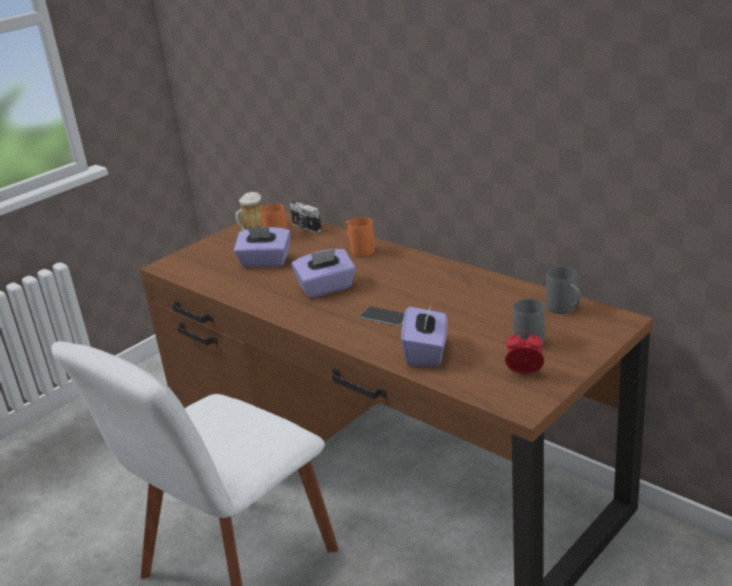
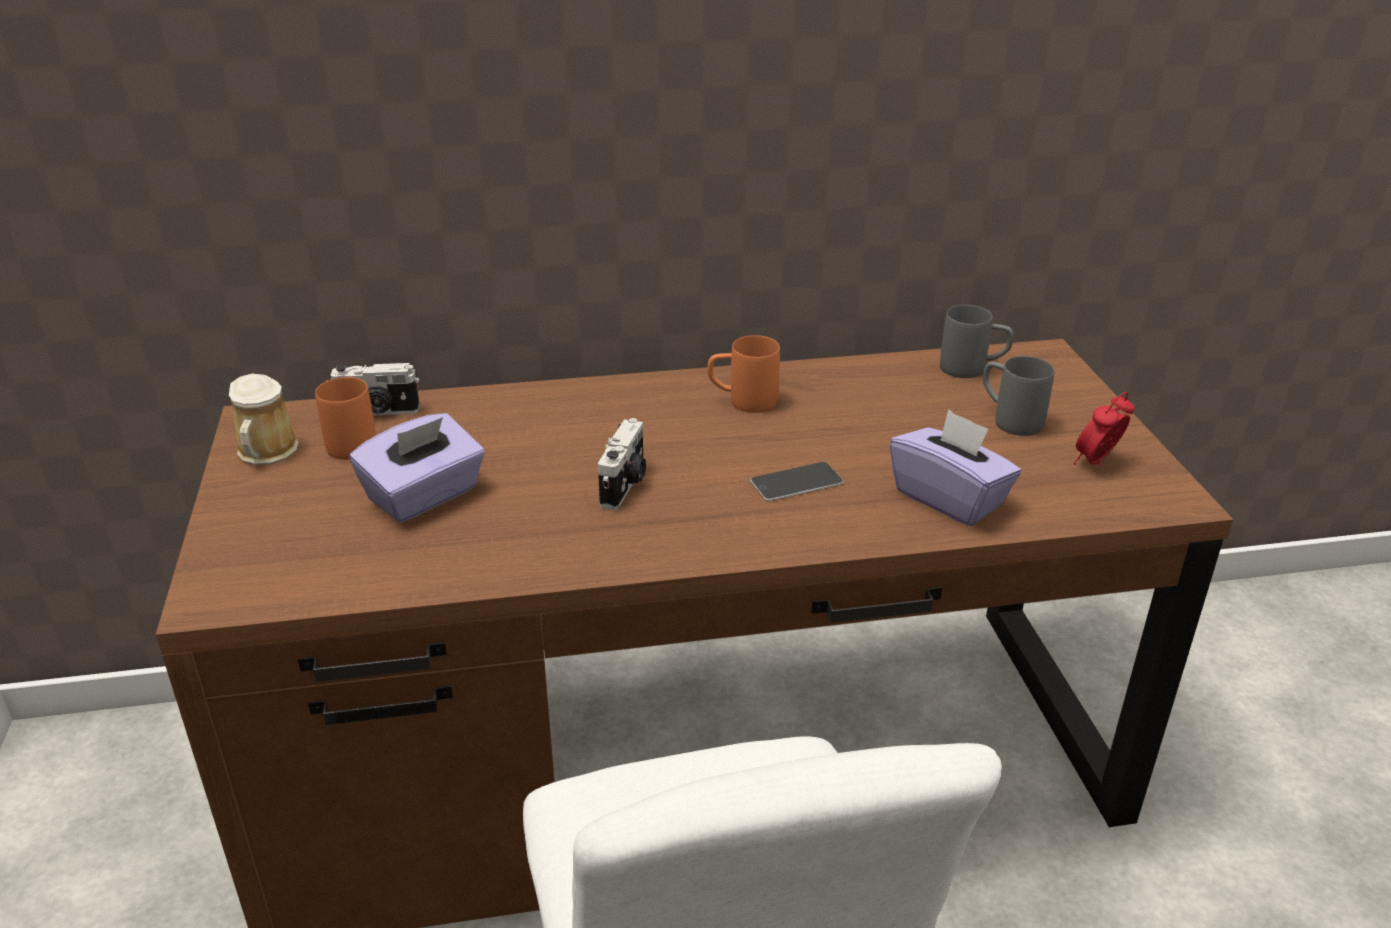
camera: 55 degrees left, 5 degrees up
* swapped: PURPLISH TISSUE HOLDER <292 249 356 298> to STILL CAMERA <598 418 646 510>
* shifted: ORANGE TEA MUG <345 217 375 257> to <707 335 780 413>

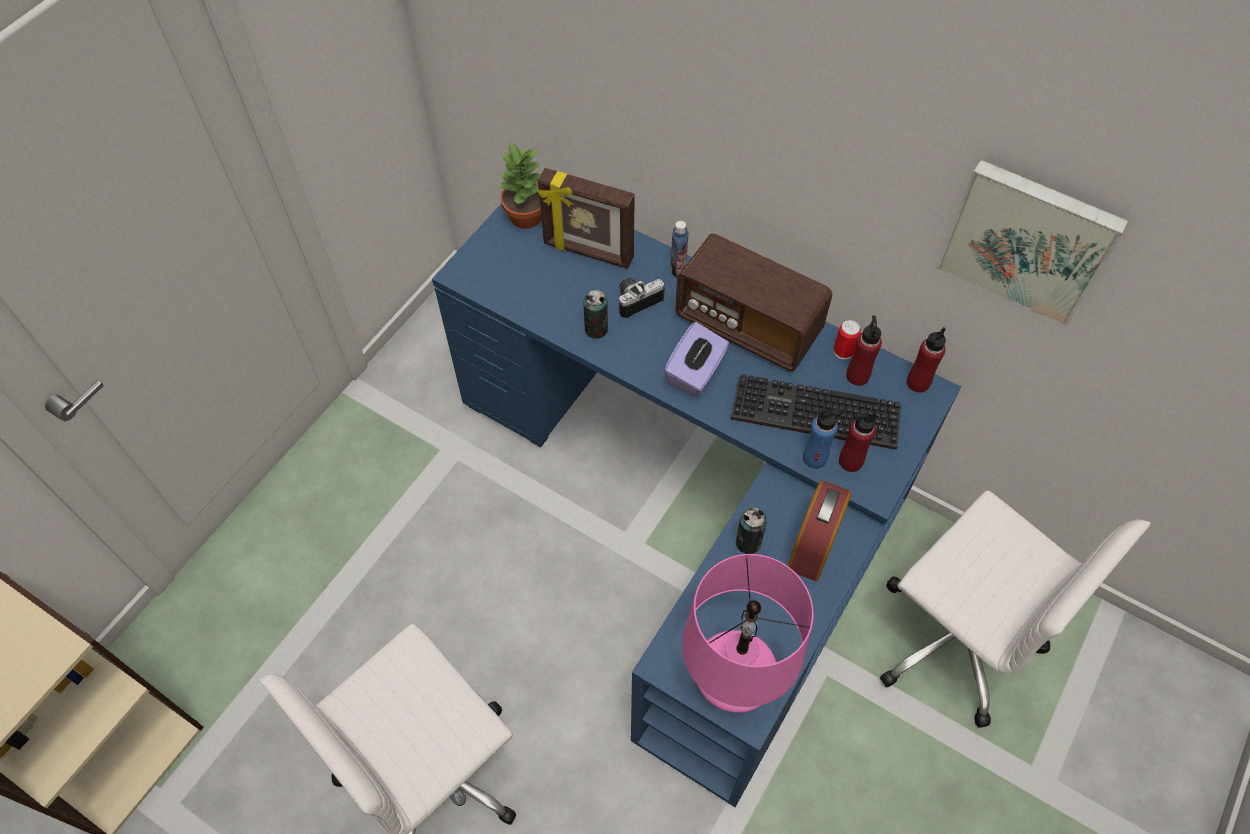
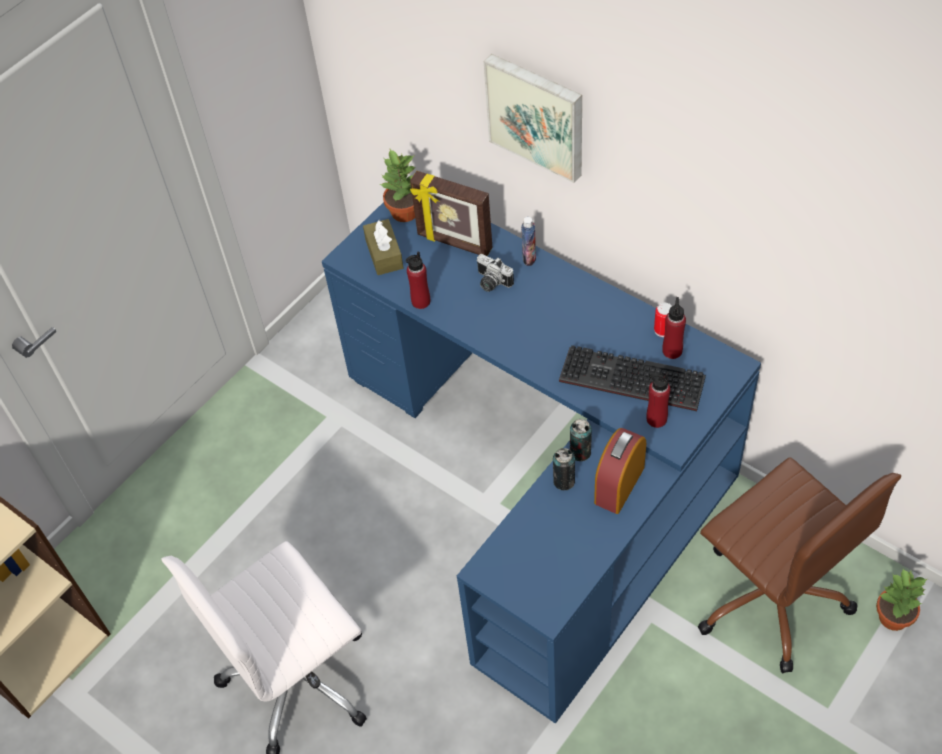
camera: 10 degrees right, 5 degrees down
* new: BROWN-COLOURED TISSUE HOLDER <363 219 404 275>
* shifted: REDDISH BOTTLE <907 327 946 393> to <406 251 430 309>
* rotated: STILL CAMERA <619 278 665 318> = <476 254 514 292> 120 degrees counterclockwise
* shifted: WALL PICTURE <936 160 1128 327> to <484 54 582 183>
* shifted: CAN <583 290 608 339> to <570 419 592 461>
* repainted: WHITE OFFICE CHAIR <880 491 1151 728> to BROWN-COLOURED OFFICE CHAIR <698 457 901 673>
* new: HOUSEPLANT <876 569 927 631>
* gone: PURPLISH TISSUE HOLDER <664 322 729 397>
* gone: RADIO SET <675 234 832 371>
* gone: PINK-COLOURED LAMP FOR A TABLE <682 554 814 713>
* gone: BLUE BOTTLE <803 409 843 469>

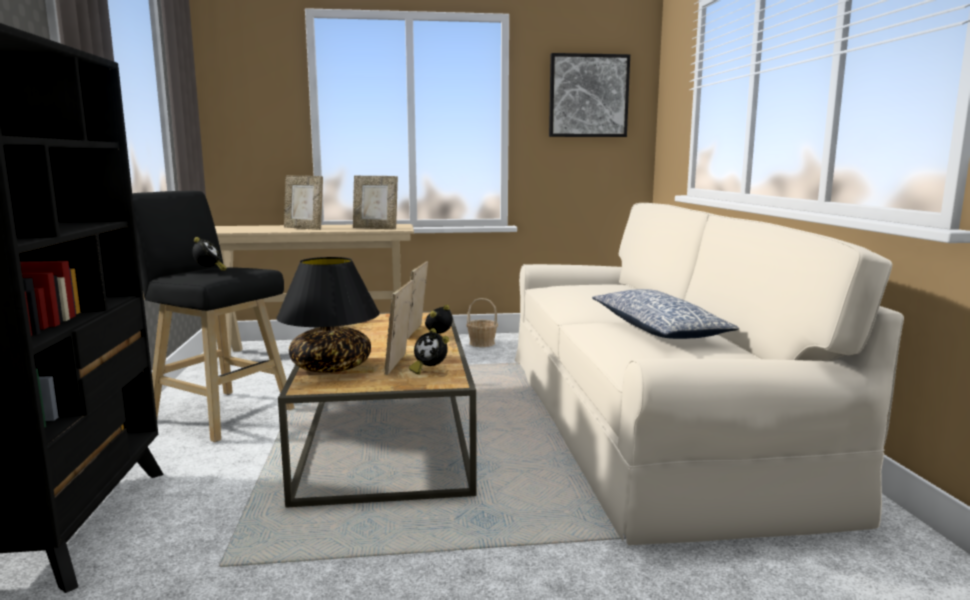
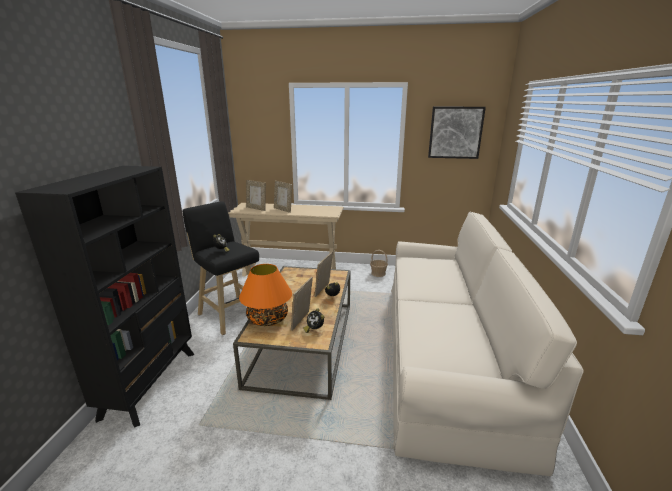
camera: 15 degrees right, 10 degrees up
* repainted: BLACK LAMP FOR A TABLE <276 257 380 373> to ORANGE LAMP FOR A TABLE <239 264 292 326>
* shifted: PICTURE FRAME <353 176 398 230> to <246 180 266 211>
* gone: CUSHION <592 289 739 339>

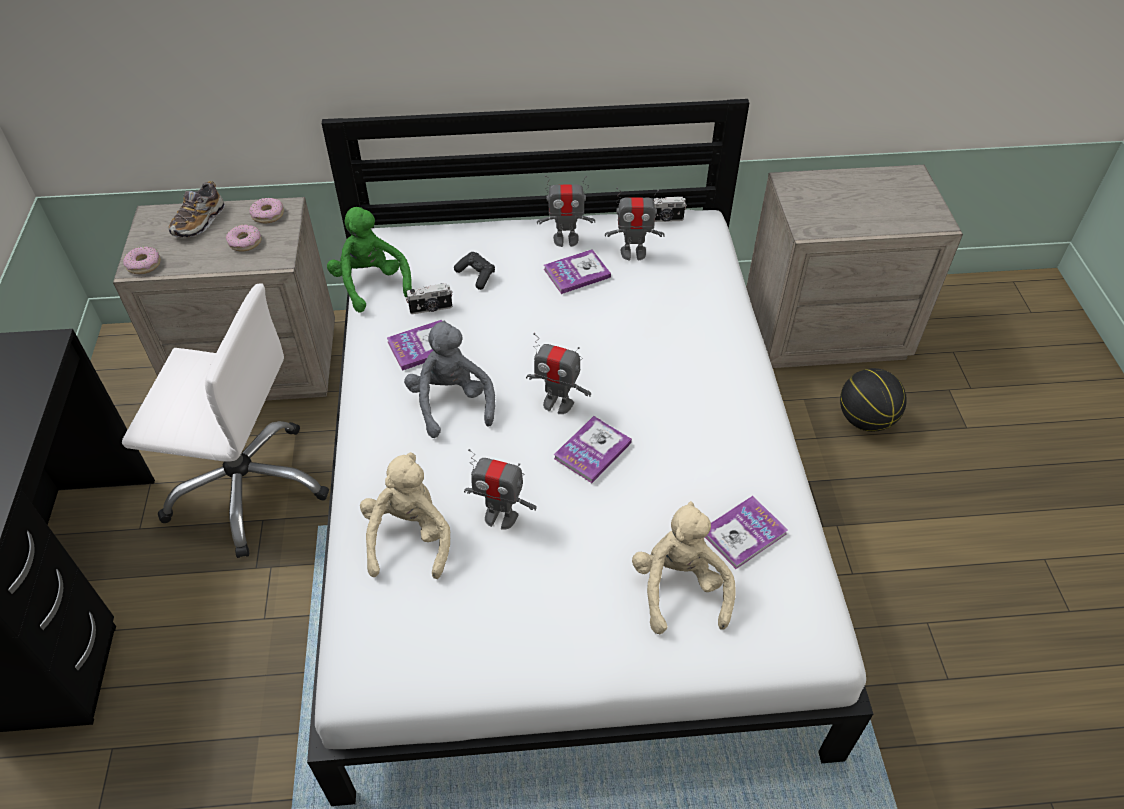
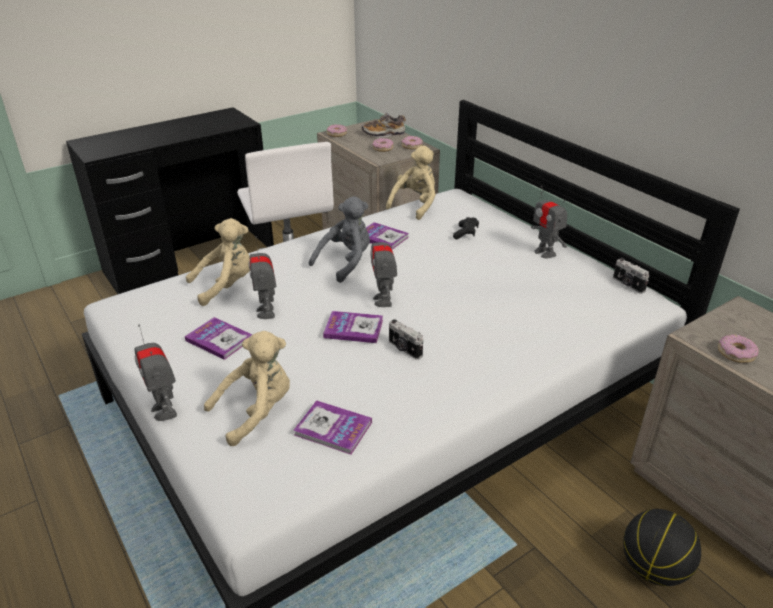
camera: 60 degrees right, 15 degrees down
* shifted: MODEL ROBOT <605 188 665 260> to <134 325 177 421>
* shifted: BOOK <544 249 611 294> to <185 317 253 360>
* repainted: GREEN-COLOURED SOFT TOY <327 207 412 313> to BEIGE SOFT TOY <386 146 436 220>
* shifted: STILL CAMERA <406 283 453 314> to <389 319 423 360>
* new: DONUT <718 334 759 363>

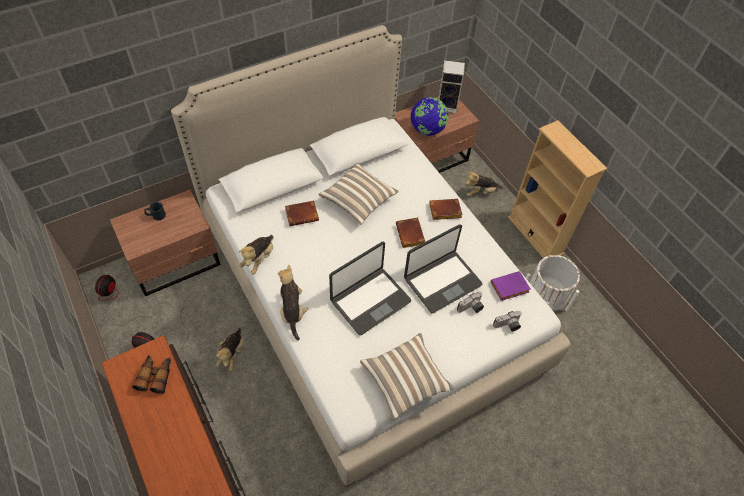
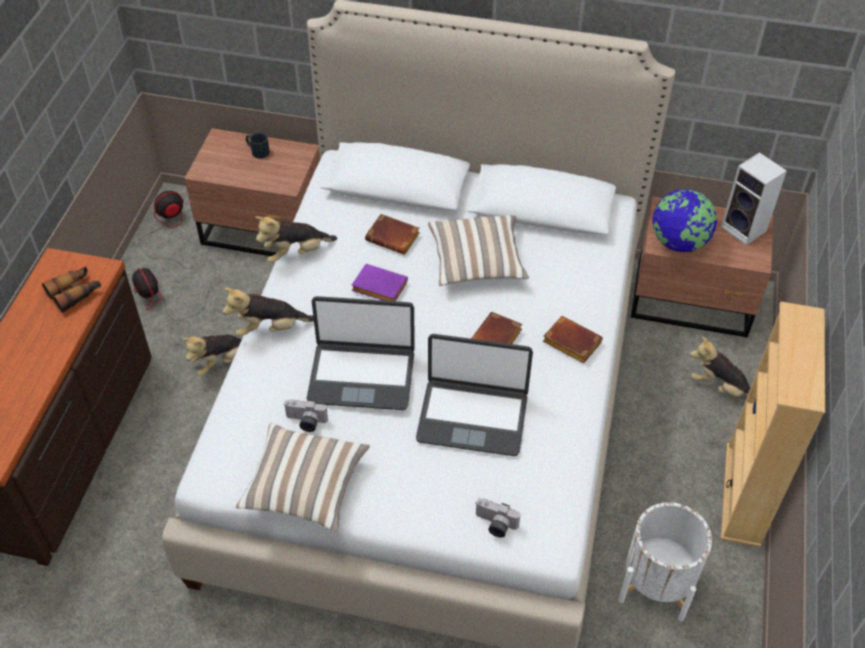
camera: 45 degrees right, 5 degrees down
* rotated: SOFT TOY <278 265 308 341> = <223 288 314 336> 135 degrees counterclockwise
* shifted: STILL CAMERA <457 292 484 313> to <284 400 328 432>
* shifted: PURPLISH BOOK <491 271 531 301> to <352 264 408 301>

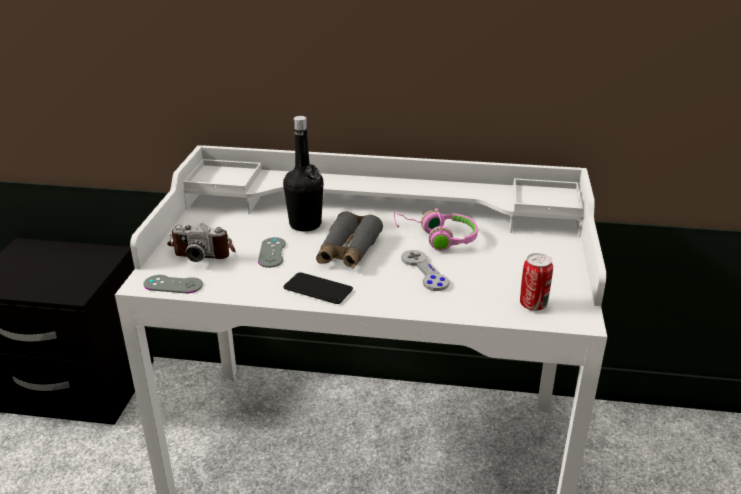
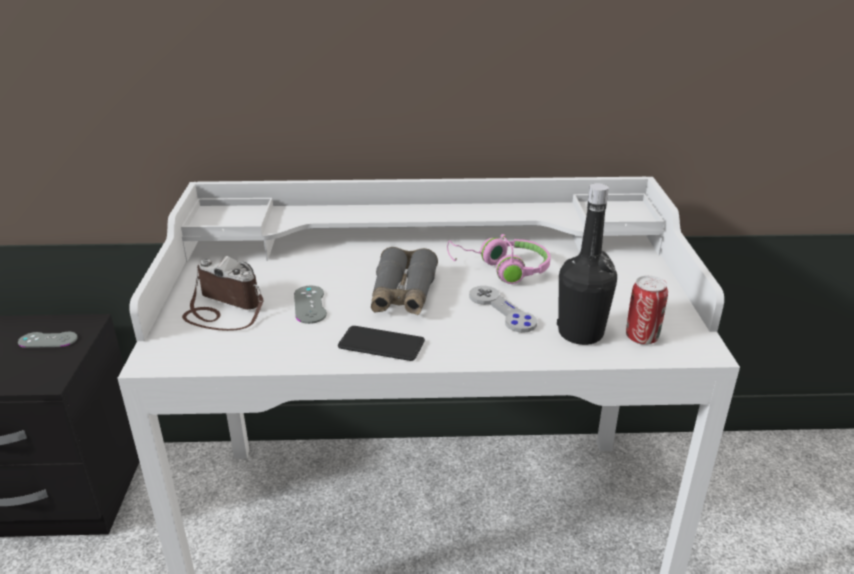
camera: 10 degrees left, 0 degrees up
* shifted: GREY JOYPAD <144 275 203 293> to <18 332 77 348>
* rotated: STILL CAMERA <167 223 236 262> = <182 256 263 331> 150 degrees counterclockwise
* shifted: BLACK BOTTLE <283 116 324 231> to <557 183 617 345>

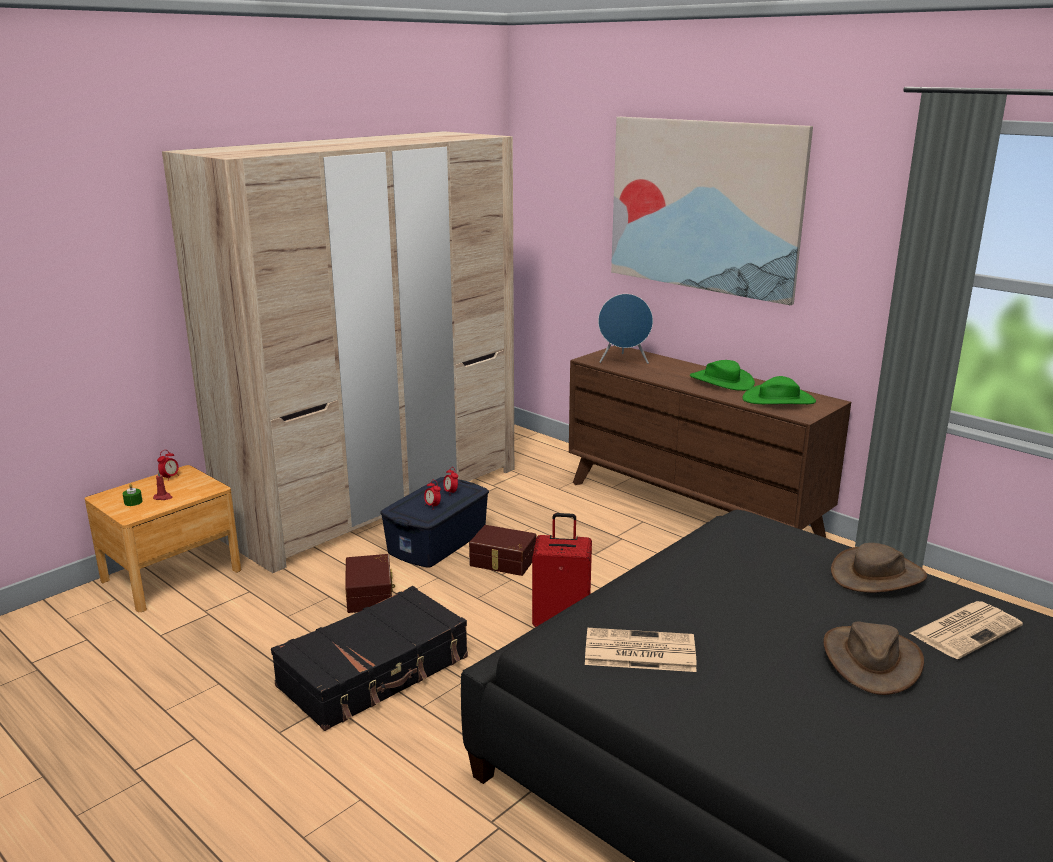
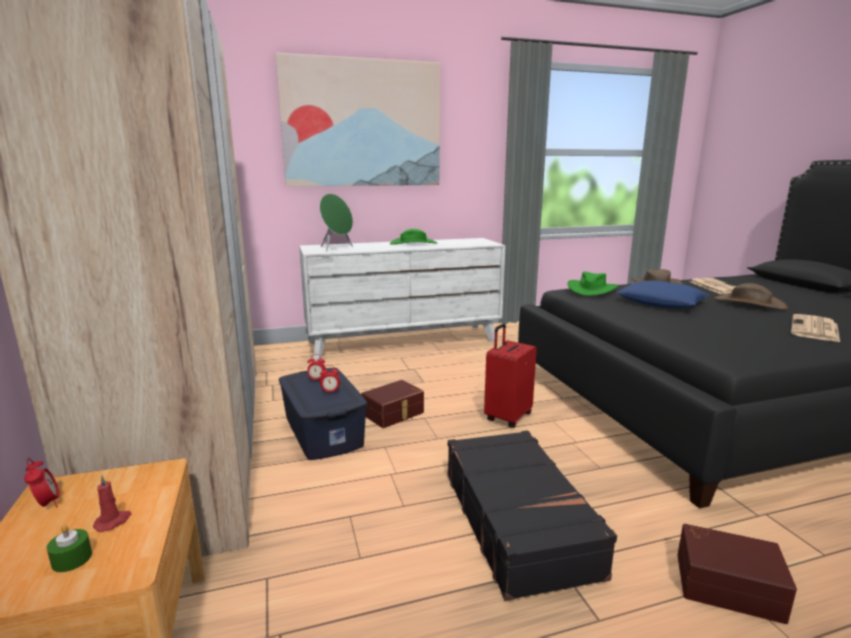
camera: 60 degrees left, 5 degrees down
* repainted: BROWN-COLOURED DRAWER CHEST <569 346 851 538> to WHITE DRAWER CHEST <299 238 506 361>
* repainted: BLUE SPEAKER <598 294 653 364> to GREEN-COLOURED SPEAKER <320 194 353 252>
* shifted: GREEN-COLOURED CLOTHING HAT <742 376 816 404> to <567 272 618 296>
* new: BLUE CUSHION <617 280 709 308>
* shifted: BROWN-COLOURED STORAGE BIN <345 554 395 613> to <677 524 797 624>
* shifted: DAILY PAPER <585 628 697 672> to <791 314 840 342>

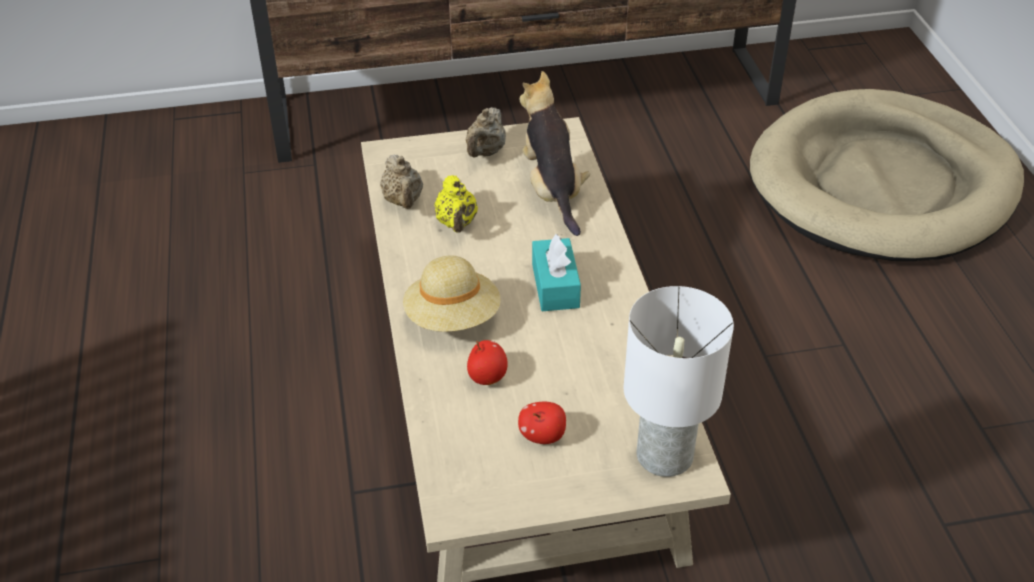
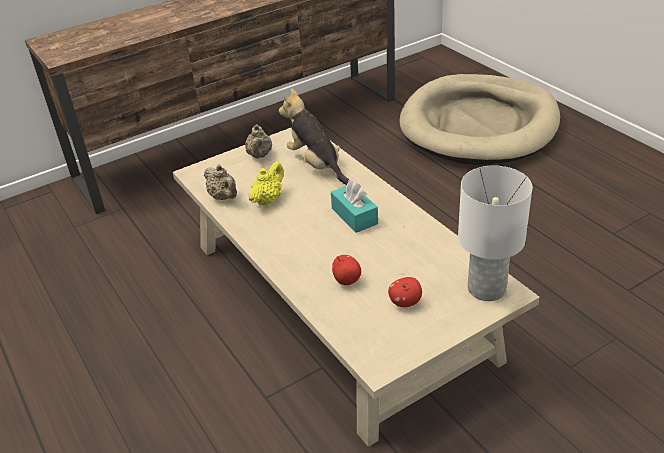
camera: 20 degrees left, 5 degrees down
* rotated: YELLOW POT FOR TEA <434 175 478 233> = <249 162 284 206> 120 degrees counterclockwise
* gone: BEIGE CLOTHING HAT <403 255 501 332>

